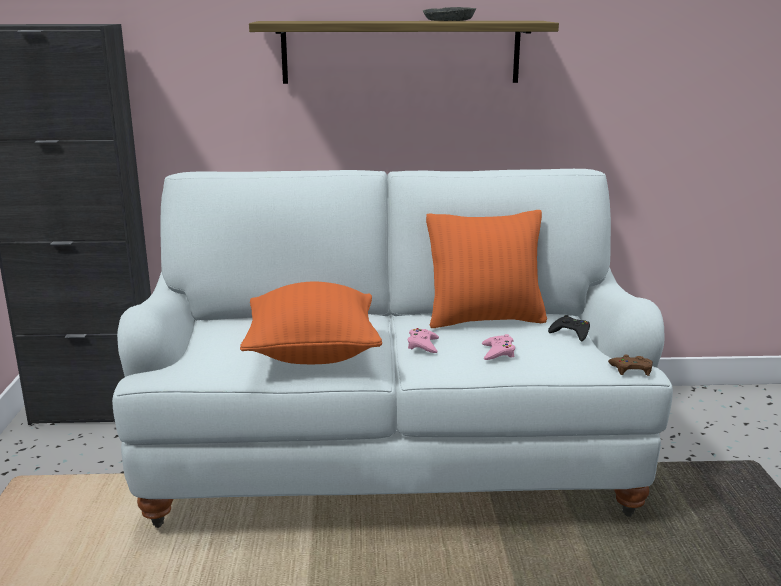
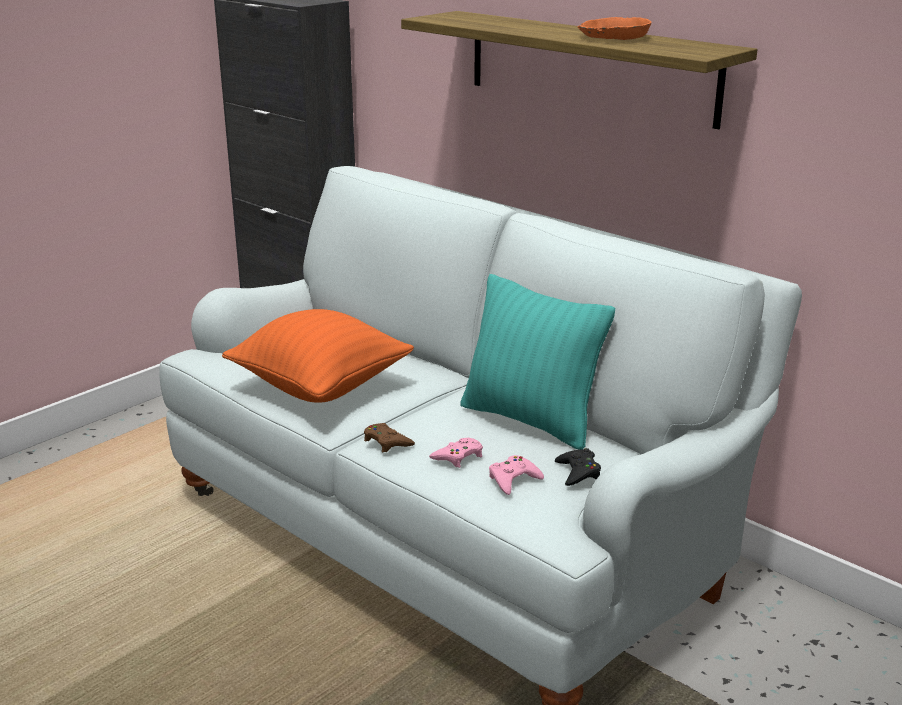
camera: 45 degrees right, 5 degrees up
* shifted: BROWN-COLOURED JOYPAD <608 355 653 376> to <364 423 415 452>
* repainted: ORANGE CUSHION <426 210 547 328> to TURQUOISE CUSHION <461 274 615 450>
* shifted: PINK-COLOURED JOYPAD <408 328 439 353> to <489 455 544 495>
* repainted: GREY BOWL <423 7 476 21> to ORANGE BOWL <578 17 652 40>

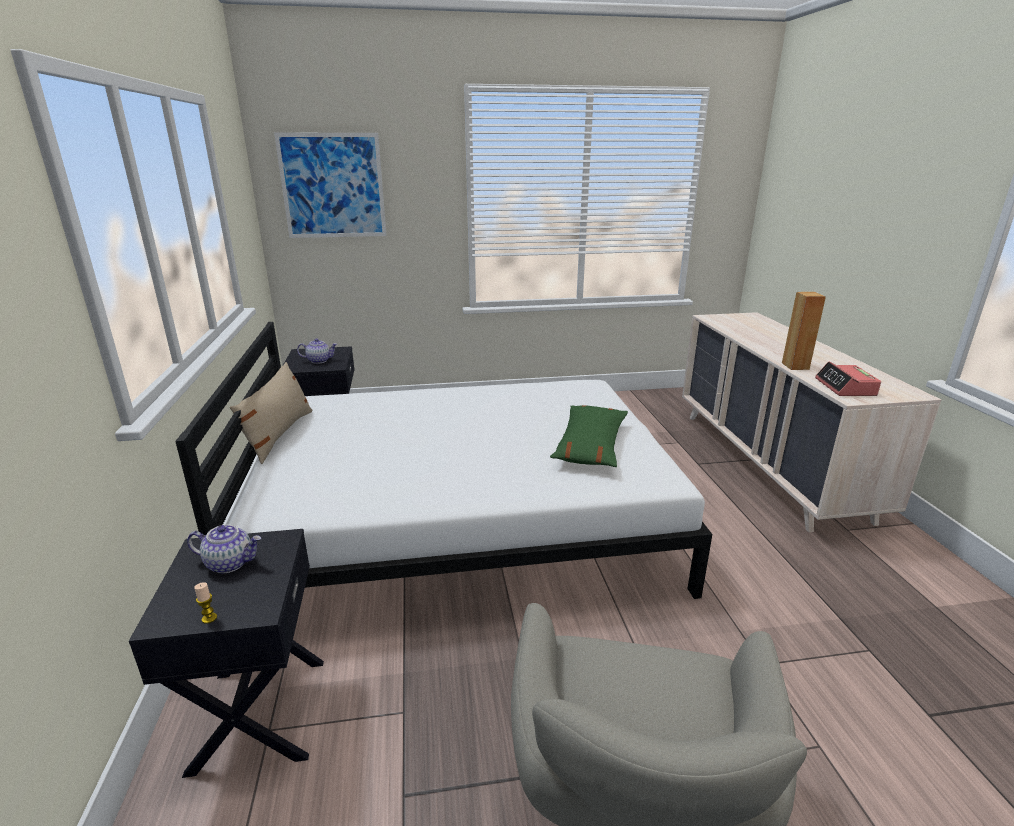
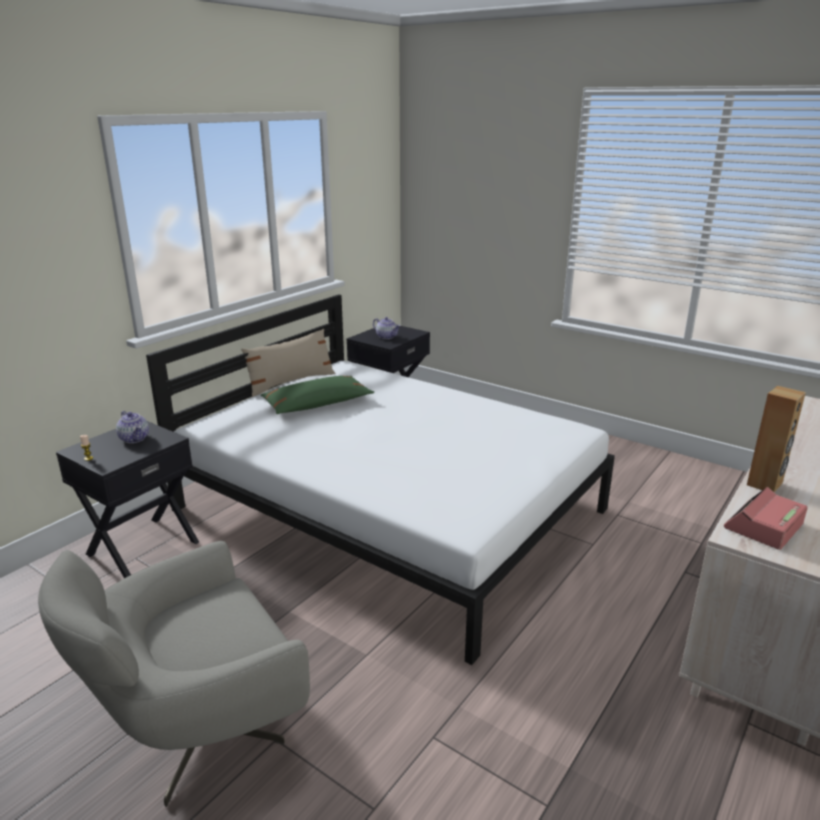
camera: 45 degrees right, 0 degrees up
* shifted: GREEN-COLOURED CUSHION <550 405 628 467> to <261 376 374 414>
* gone: WALL PICTURE <274 132 387 238>

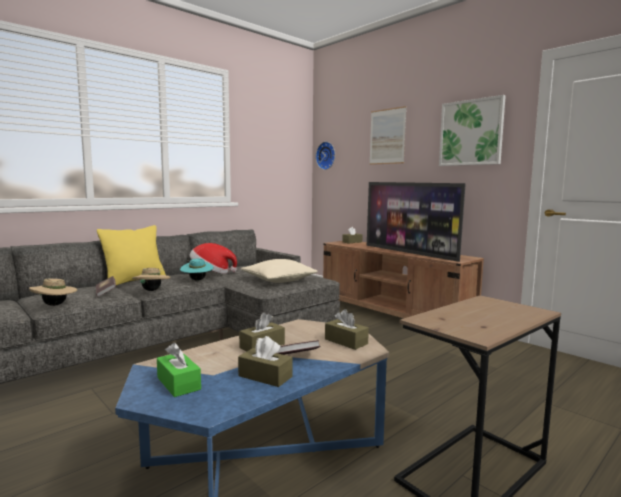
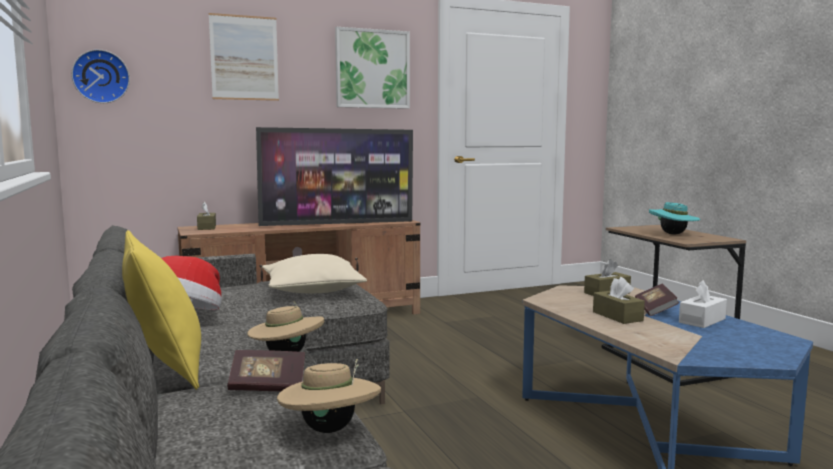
camera: 70 degrees left, 0 degrees up
* shifted: TURQUOISE CLOTHING HAT <180 258 213 281> to <649 202 700 235>
* repainted: BROWN-COLOURED TISSUE HOLDER <238 336 293 387> to WHITE TISSUE HOLDER <679 280 727 328>
* gone: GREEN-COLOURED TISSUE HOLDER <157 343 201 397>

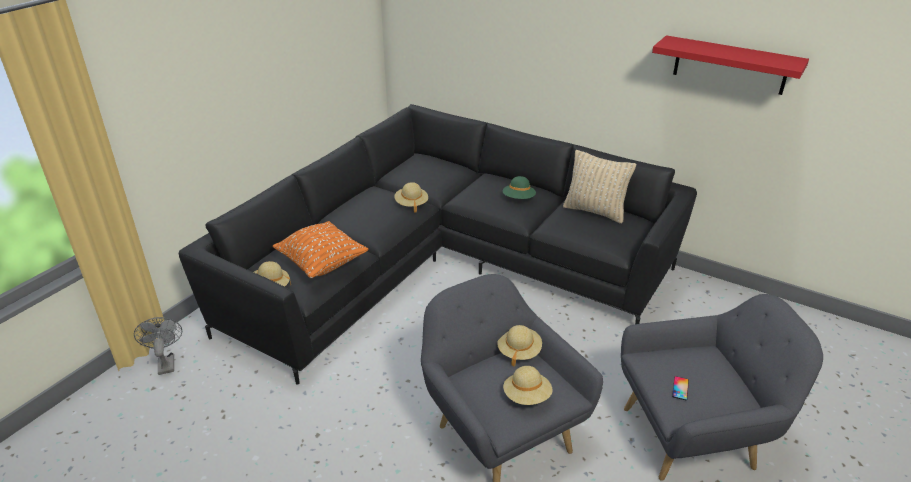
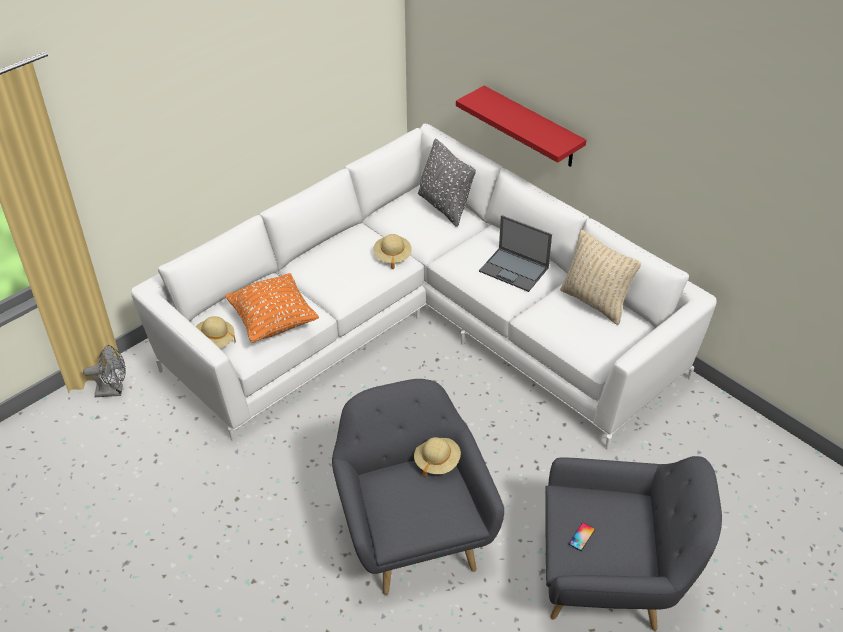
camera: 15 degrees right, 10 degrees up
* rotated: GREY COOLING FAN <134 317 182 375> = <83 345 126 397> 90 degrees clockwise
* repainted: BLACK COUCH <179 104 697 385> to WHITE COUCH <131 123 717 450>
* new: GREY CUSHION <418 139 476 226>
* shifted: REDDISH SHELF <652 35 809 95> to <456 86 586 167>
* swapped: GREEN-COLOURED CLOTHING HAT <503 176 536 199> to PORTABLE COMPUTER <479 215 552 292>
* gone: BEIGE CLOTHING HAT <503 366 553 405>

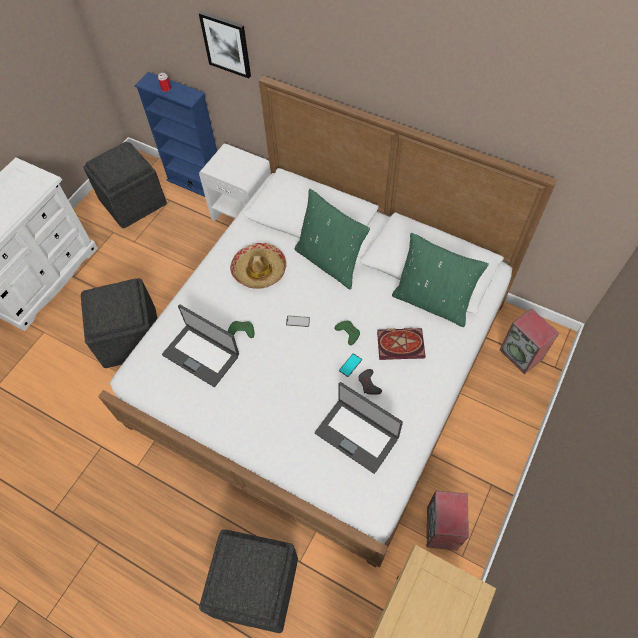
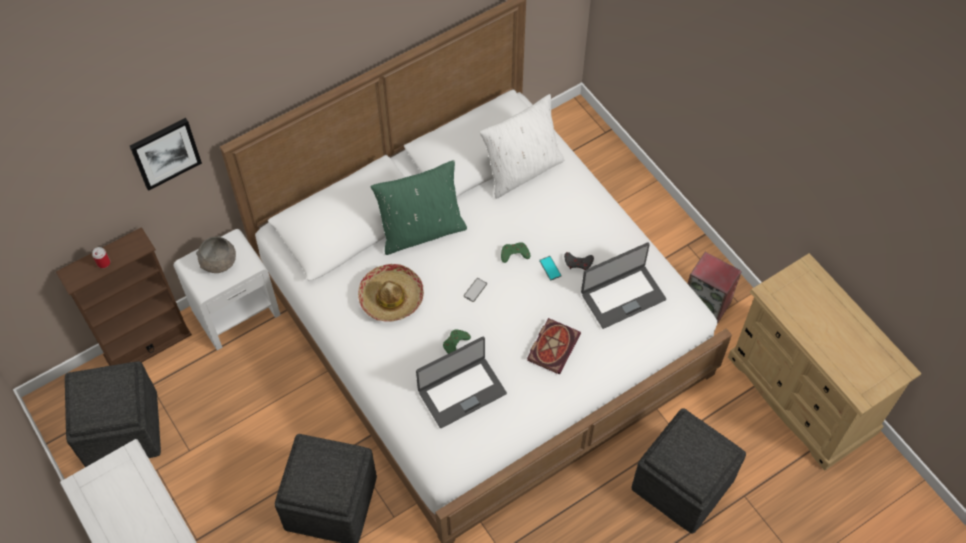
camera: 65 degrees left, 0 degrees up
* repainted: BLUE SHELVING UNIT <134 72 217 197> to BROWN-COLOURED SHELVING UNIT <56 227 192 366>
* new: GREY BOWL <196 236 236 273>
* repainted: GREEN-COLOURED CUSHION <392 233 489 327> to WHITE CUSHION <479 94 564 199>
* shifted: BOOK <377 328 425 360> to <527 318 581 374>
* gone: SPEAKER <499 308 559 374>

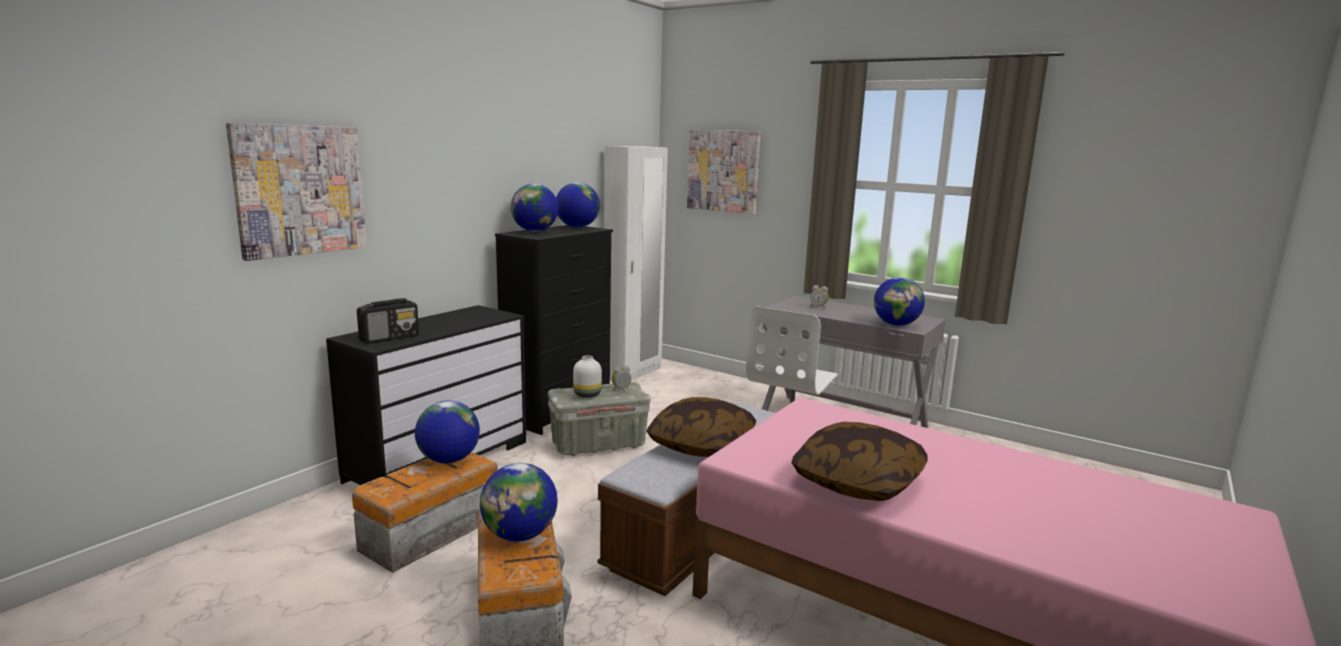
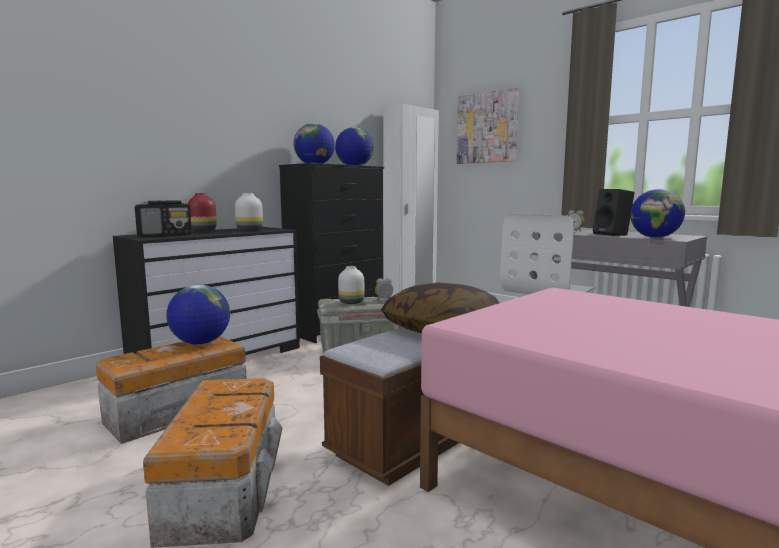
camera: 10 degrees right, 5 degrees down
* new: REDDISH FLOWER VASE <188 193 217 232>
* new: WHITE FLOWER VASE <235 193 263 231>
* new: BLACK SPEAKER <593 189 635 236>
* gone: WALL PICTURE <226 123 366 261>
* gone: DESK GLOBE <480 463 558 541>
* gone: CUSHION <791 422 928 501>

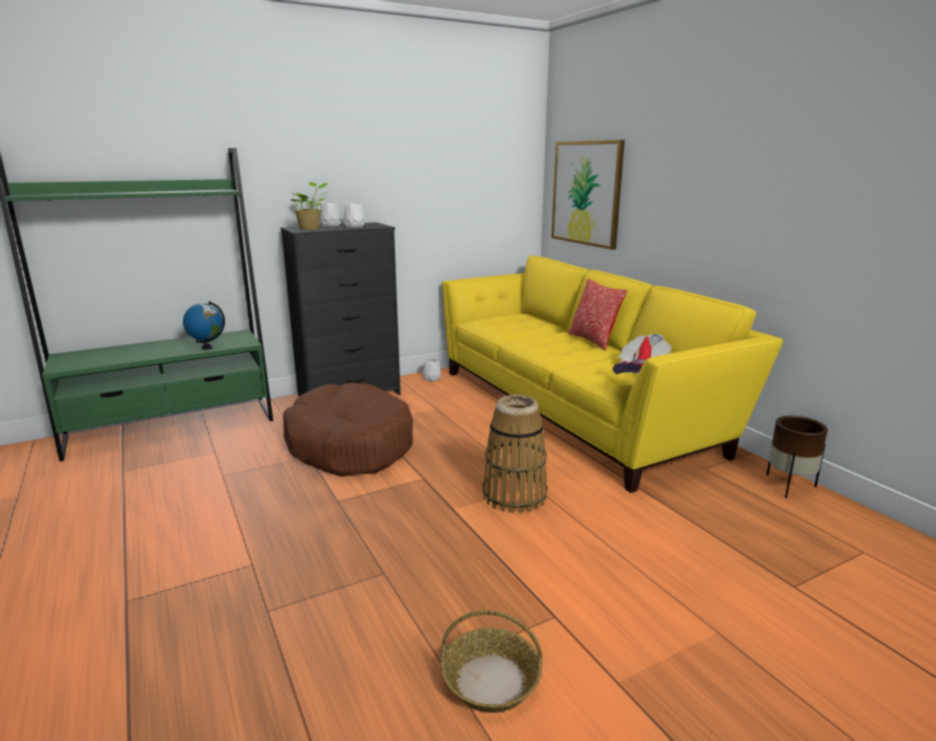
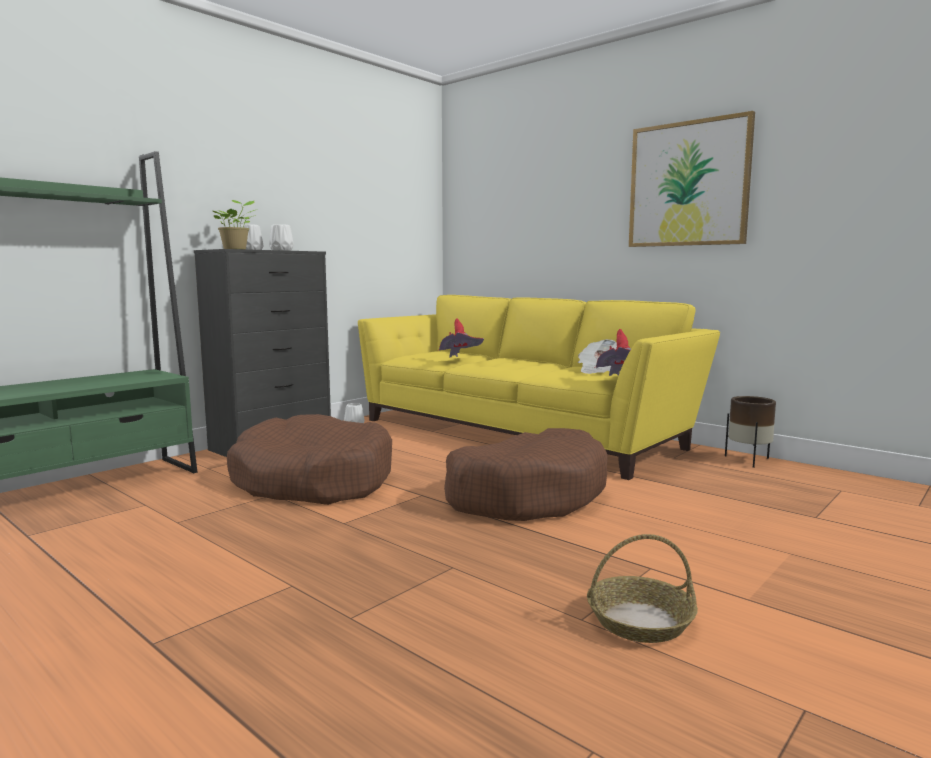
camera: 20 degrees left, 10 degrees down
* new: REDDISH CLOTHING HAT <437 318 484 357>
* swapped: HOUSEHOLD BASKET <482 395 547 513> to BROWN-COLOURED DOG BED <444 428 608 521>
* shifted: WALL PICTURE <551 140 625 250> to <629 111 755 247>
* gone: DESK GLOBE <183 301 225 350>
* gone: CUSHION <568 279 627 351>

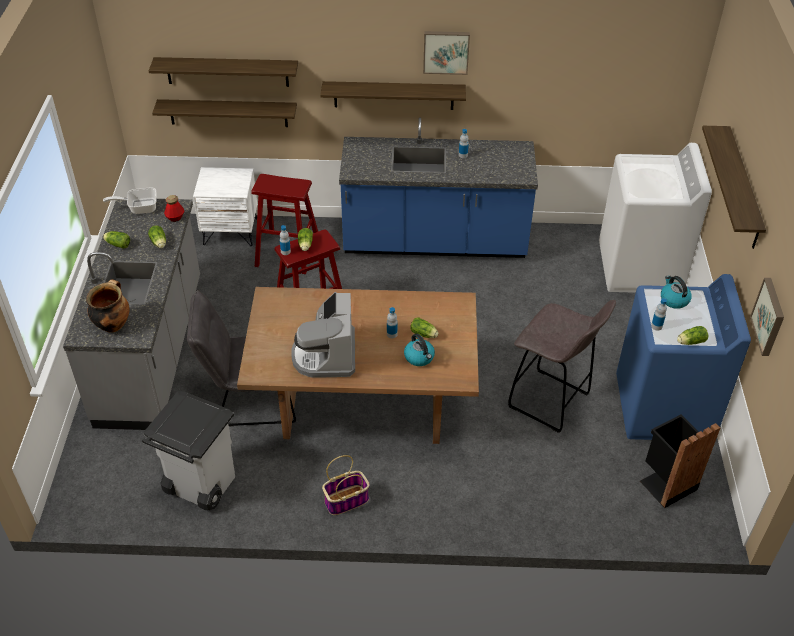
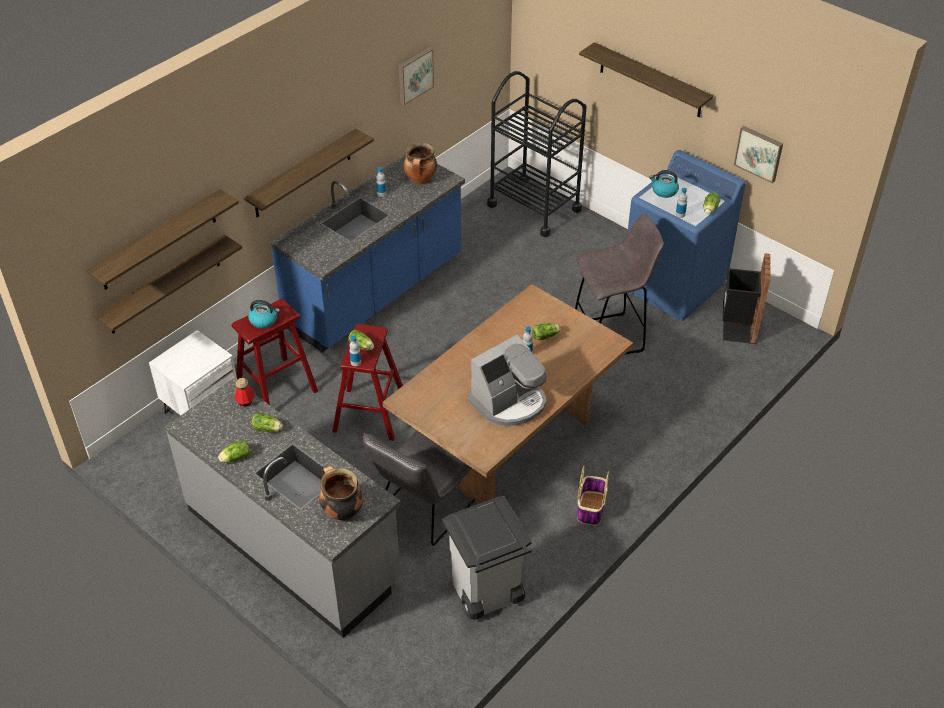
camera: 50 degrees left, 0 degrees up
* shifted: KETTLE <404 333 435 366> to <248 300 280 328>
* shifted: WALL PICTURE <423 31 470 75> to <399 48 434 105>
* new: STOCKPOT <403 142 437 184>
* rotated: COFFEE BREWER <291 292 355 378> = <468 335 547 427> 75 degrees counterclockwise
* swapped: WHITE WASHING MACHINE <599 143 712 293> to BLACK WHEELED CART <487 71 587 238>
* gone: FRYING PAN <103 187 157 214>

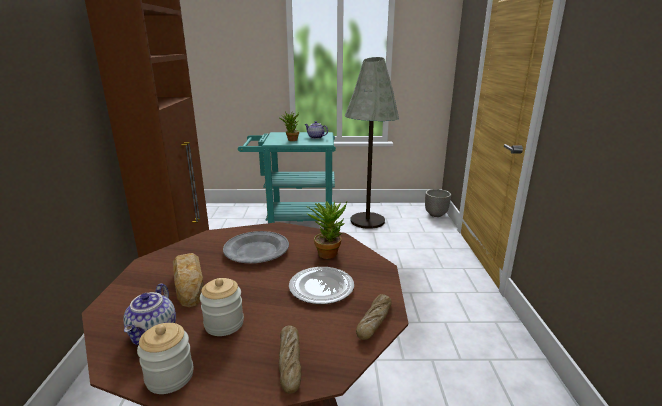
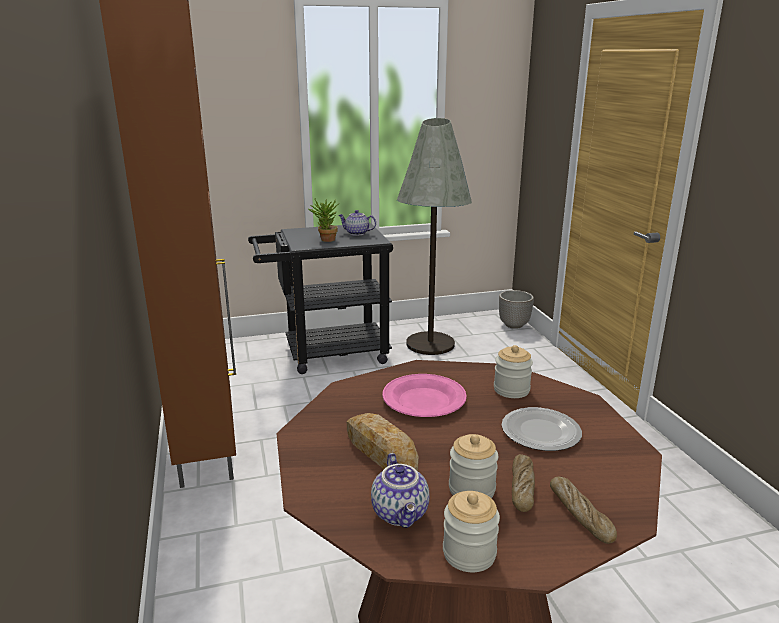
camera: 15 degrees left, 0 degrees up
* repainted: TURQUOISE WHEELED CART <238 132 336 223> to BLACK WHEELED CART <248 223 393 374>
* repainted: GREY FLAT DISH <223 231 289 263> to PINK-COLOURED FLAT DISH <382 374 467 417>
* swapped: HOUSEPLANT <306 201 347 259> to STORAGE JAR <494 345 533 398>
* shifted: BAKED BREAD <356 294 392 340> to <512 454 535 512>

